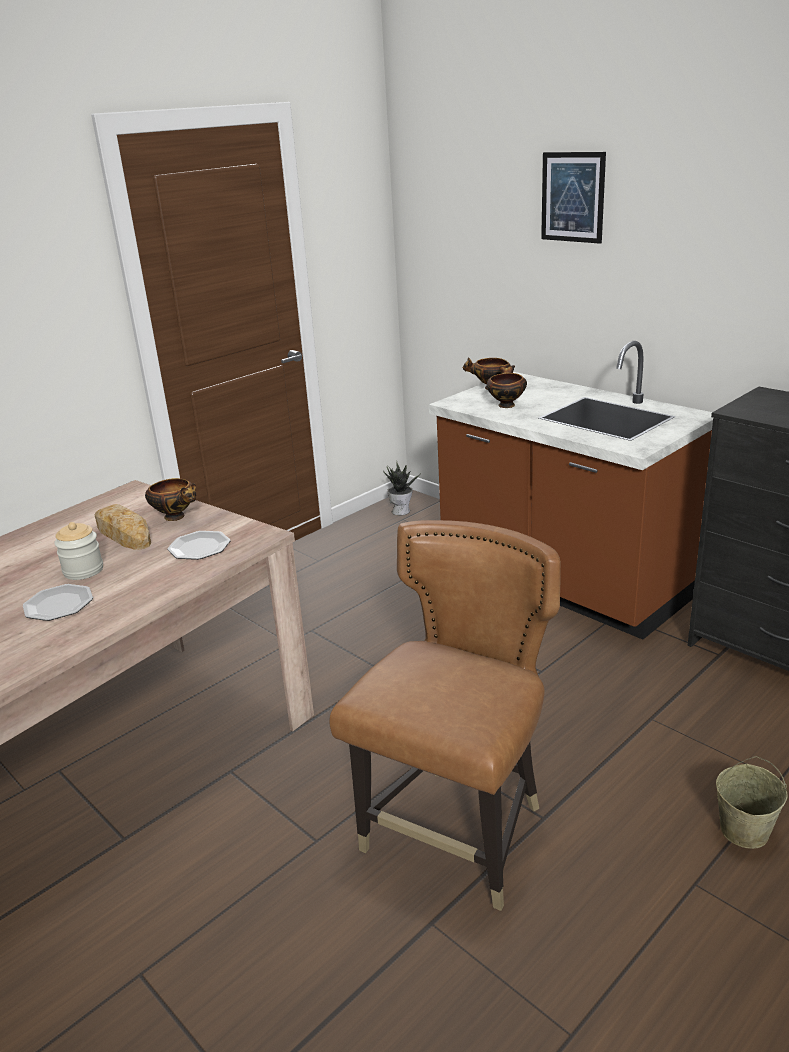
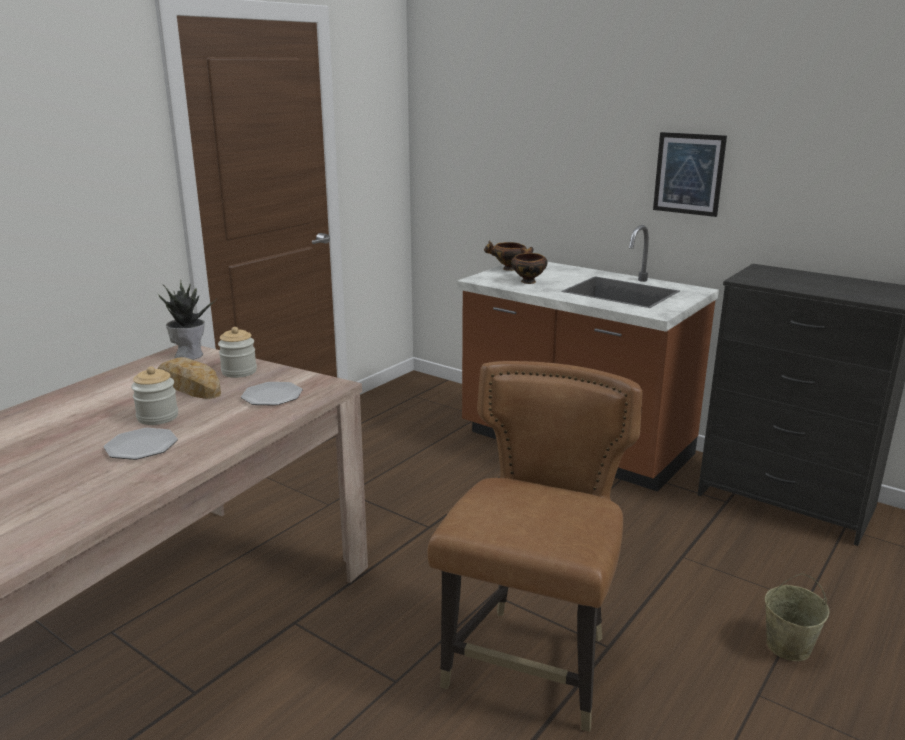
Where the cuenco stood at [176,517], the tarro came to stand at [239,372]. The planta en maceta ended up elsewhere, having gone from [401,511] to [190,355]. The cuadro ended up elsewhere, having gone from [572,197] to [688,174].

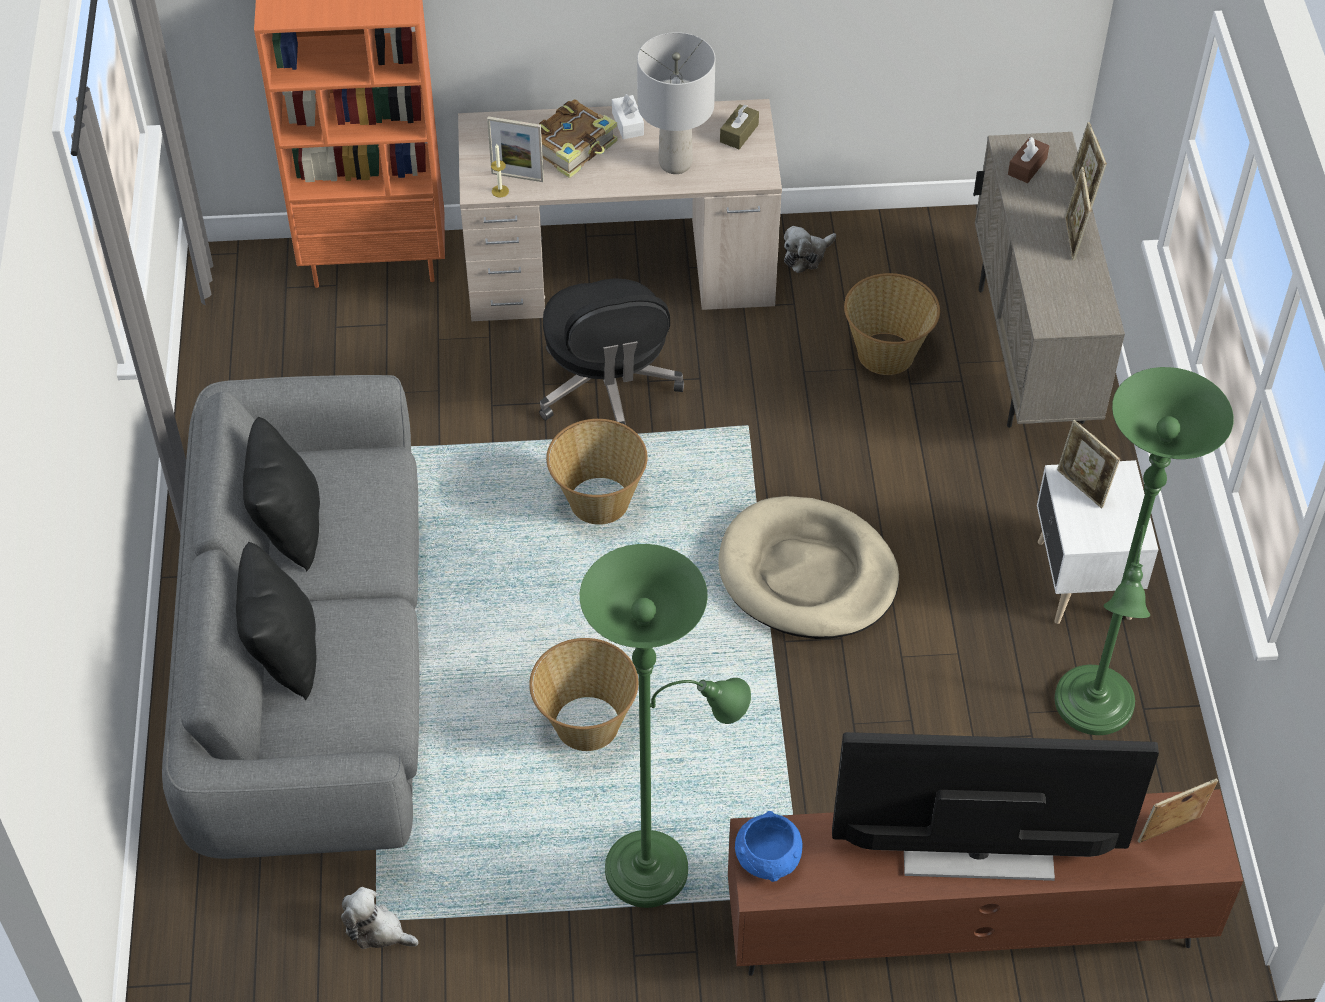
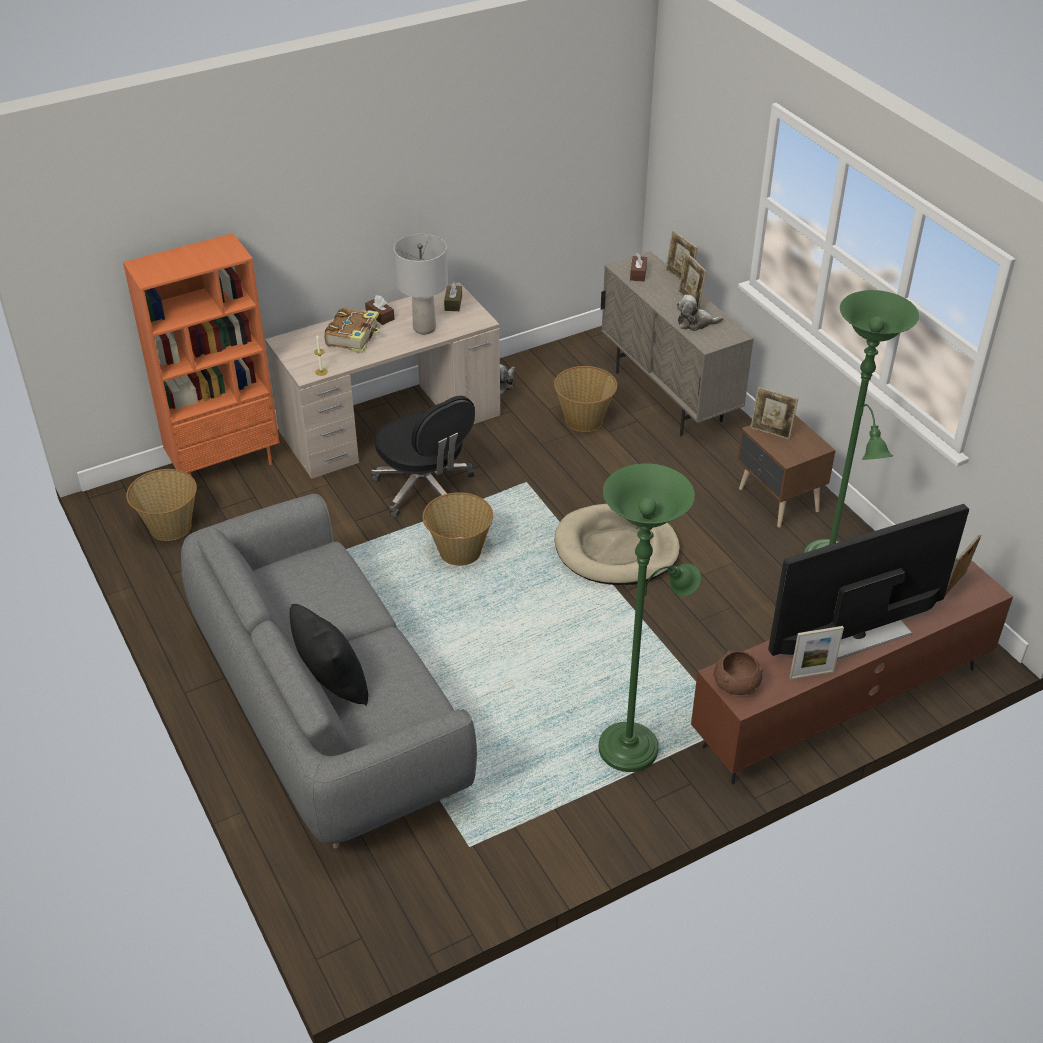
The second view lost the cojín (negro) at [288,526]. The peluche ended up elsewhere, having gone from [377,930] to [695,323]. The portarretratos ended up elsewhere, having gone from [517,177] to [811,674]. The cesta ended up elsewhere, having gone from [585,724] to [169,527]. What was the caja de pañuelos (blanco) at [628,124] turned into the caja de pañuelos (marrón) at [380,316]. What was the cuenco (azul) at [768,858] turned into the cuenco (marrón) at [736,684]. What was the mesita de noche (blanco) at [1081,581] turned into the mesita de noche (marrón) at [778,501].

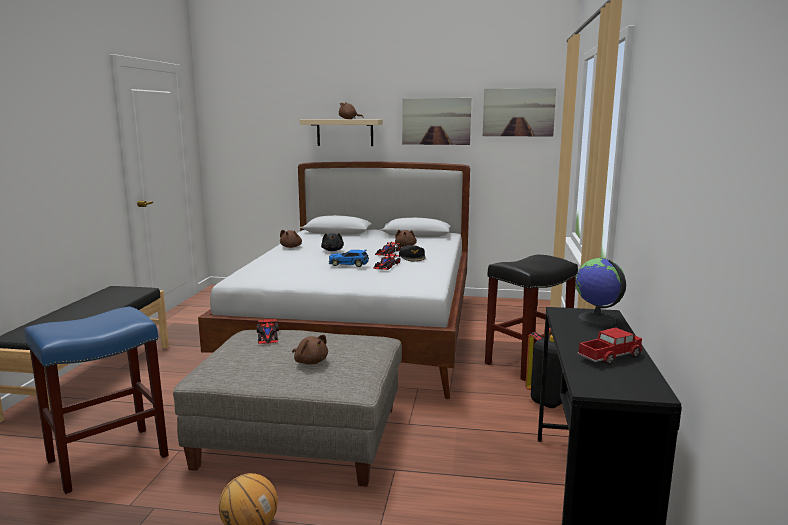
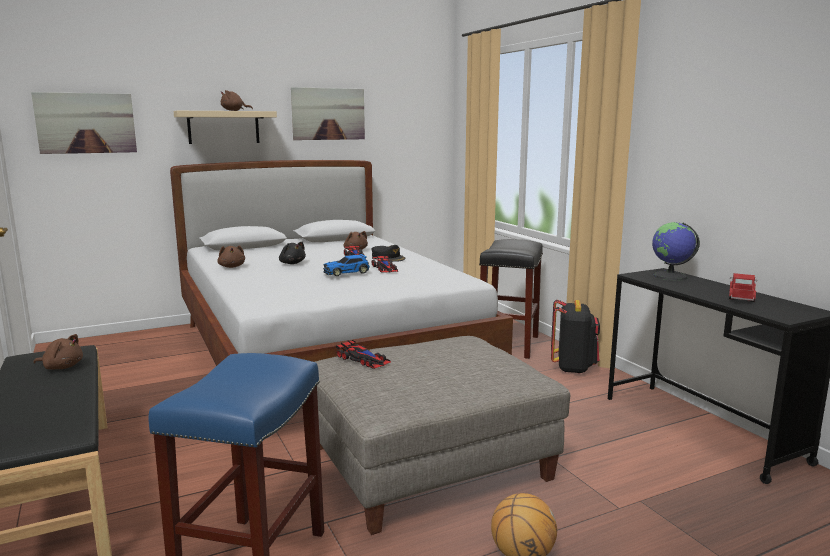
The peluche (marrón) ended up elsewhere, having gone from [310,362] to [62,367]. The cuadro ended up elsewhere, having gone from [518,112] to [86,123].

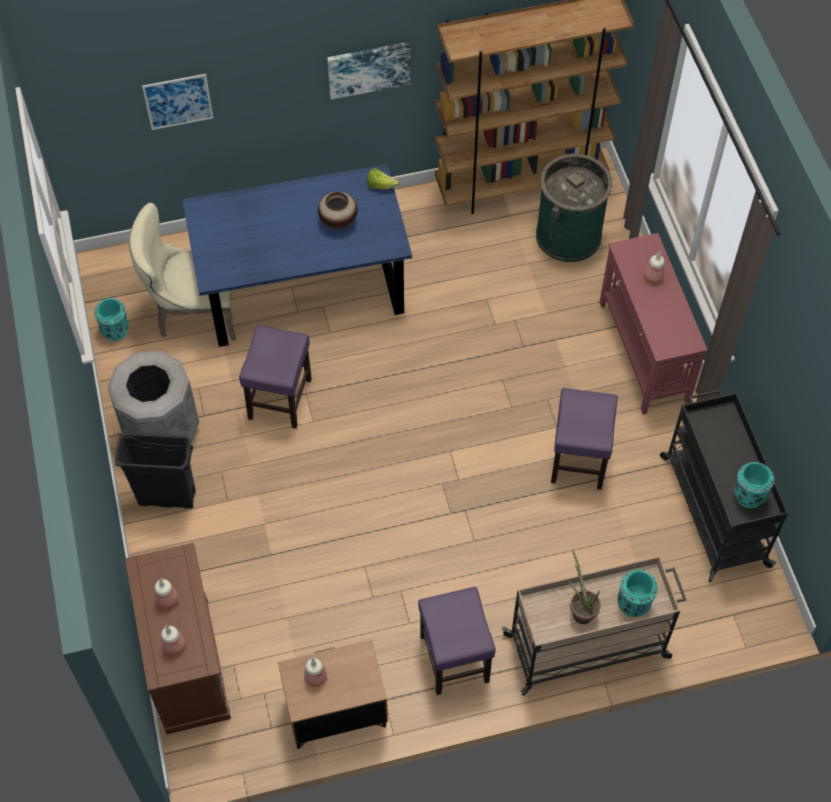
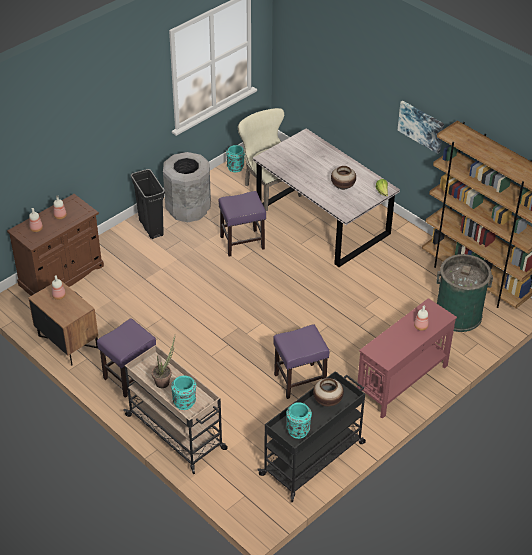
The second view lost the cuadro at [178,101]. What was the mesa de comedor (azul) at [302,283] turned into the mesa de comedor (gris) at [323,220]. The second view gained the florero at [327,401].

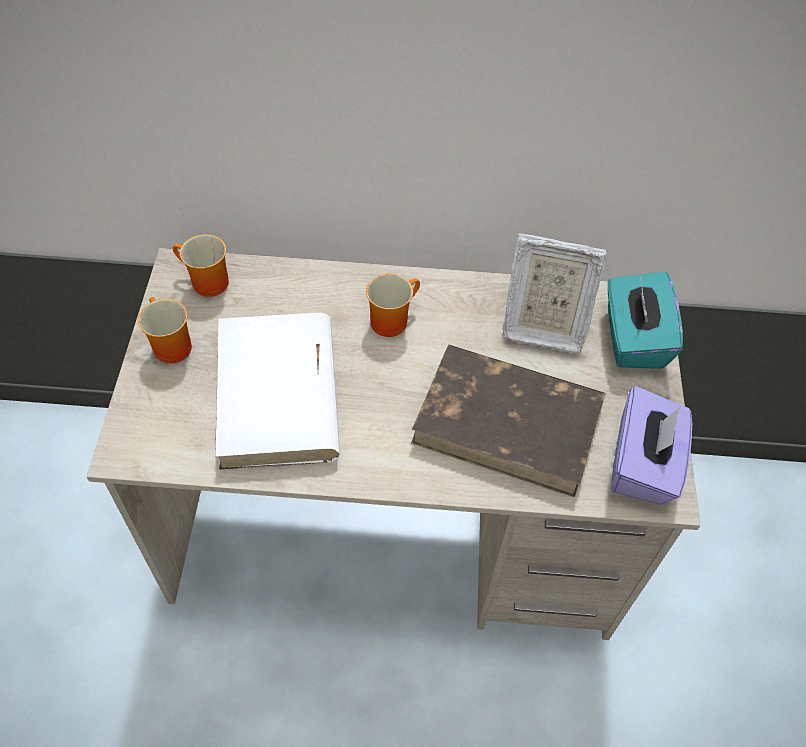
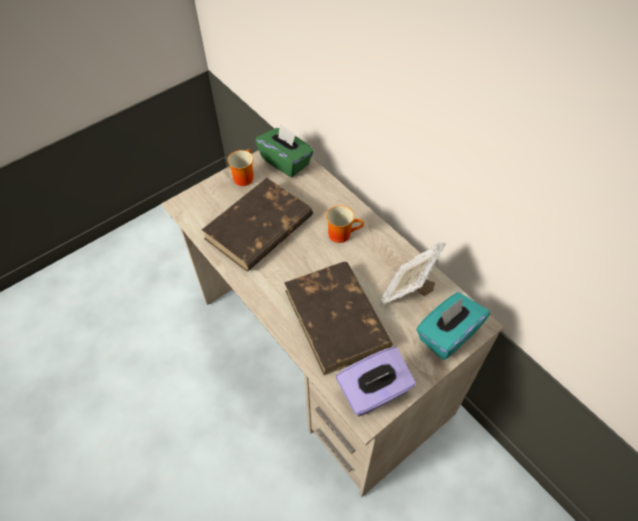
Where the taza grande stood at [205,283], the caja de pañuelos (verde) came to stand at [286,161]. What was the libro (blanco) at [278,396] turned into the libro (marrón) at [258,228]. The portarretratos at [542,326] ended up facing another way, 60 degrees clockwise from before.

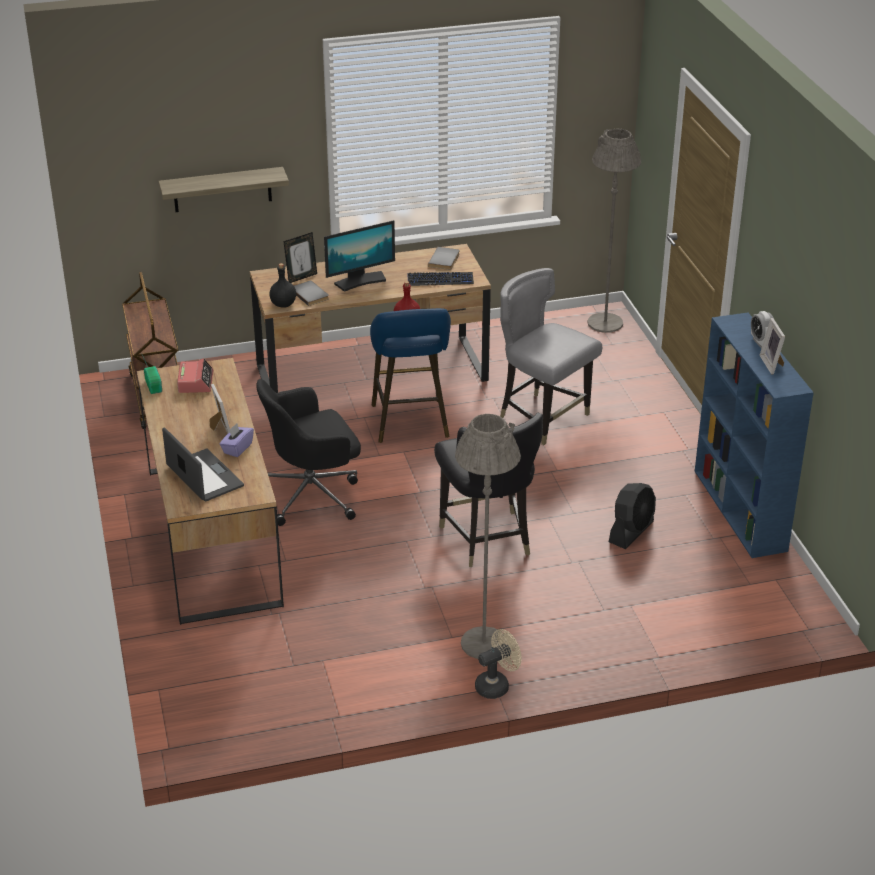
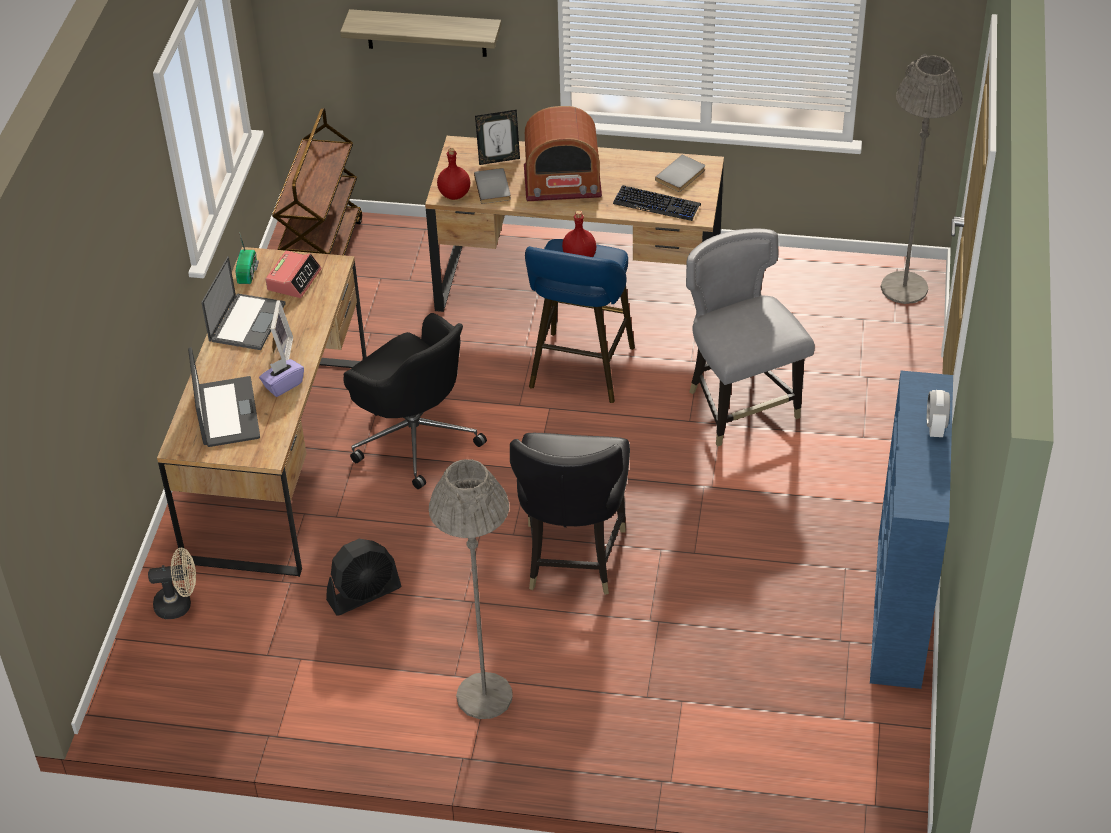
The silla de oficina (negro) at [312,494] ended up facing another way, 135 degrees counterclockwise from before. What was the botella (negro) at [283,304] turned into the botella (rojo) at [454,195]. Where the monitor stood at [360,281], the radio came to stand at [562,182]. The ventilador (beis) ended up elsewhere, having gone from [496,685] to [179,604]. The ventilador (negro) ended up elsewhere, having gone from [631,532] to [364,594]. The second view lost the portarretratos at [773,364]. The second view gained the portátil at [247,321].

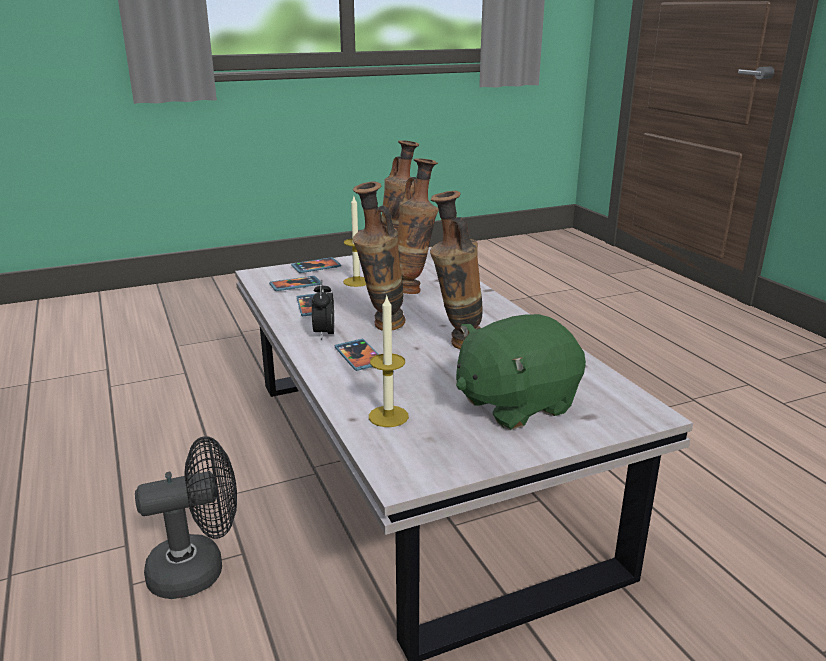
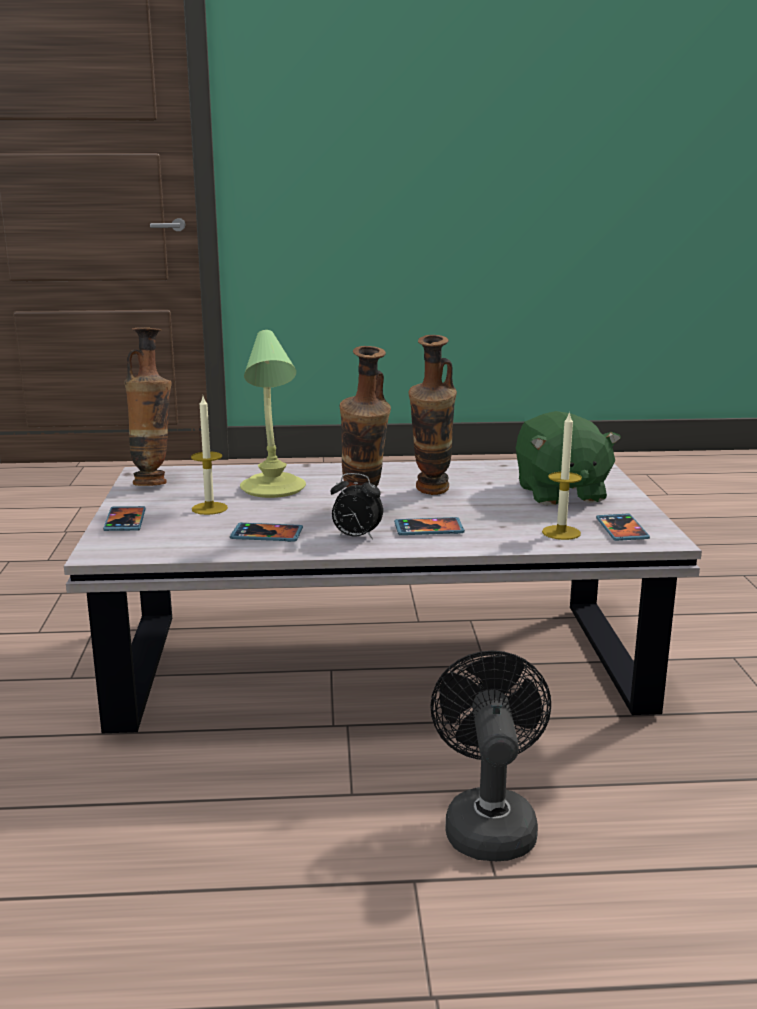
The móvil ended up elsewhere, having gone from [295,285] to [621,530]. Where the florero stood at [415,290], the lámpara de mesa came to stand at [272,489].

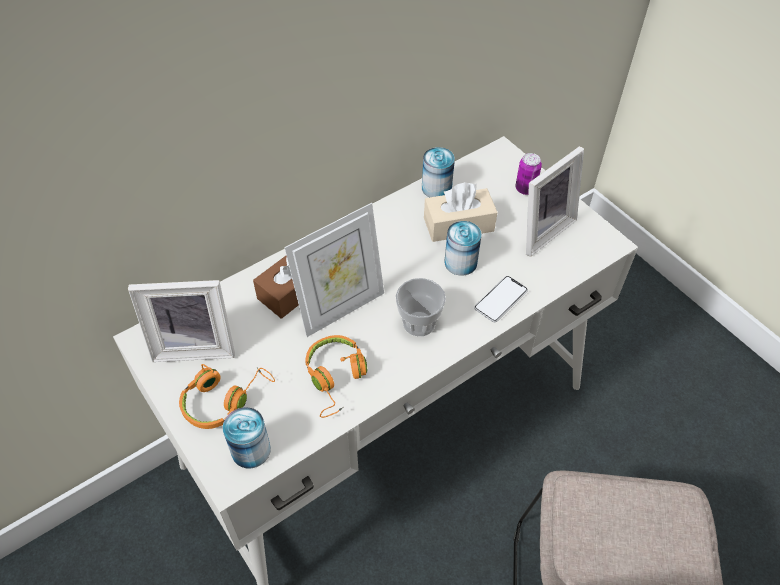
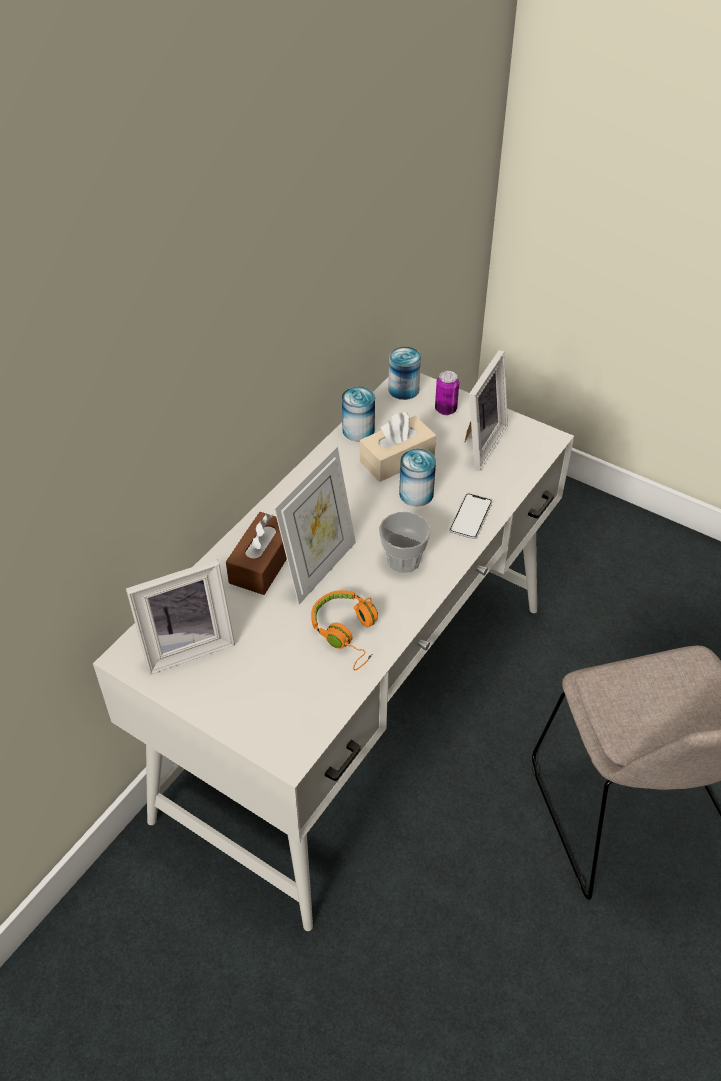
The second view lost the auriculares (naranja) at [224,399]. The lata ended up elsewhere, having gone from [251,450] to [403,389].

